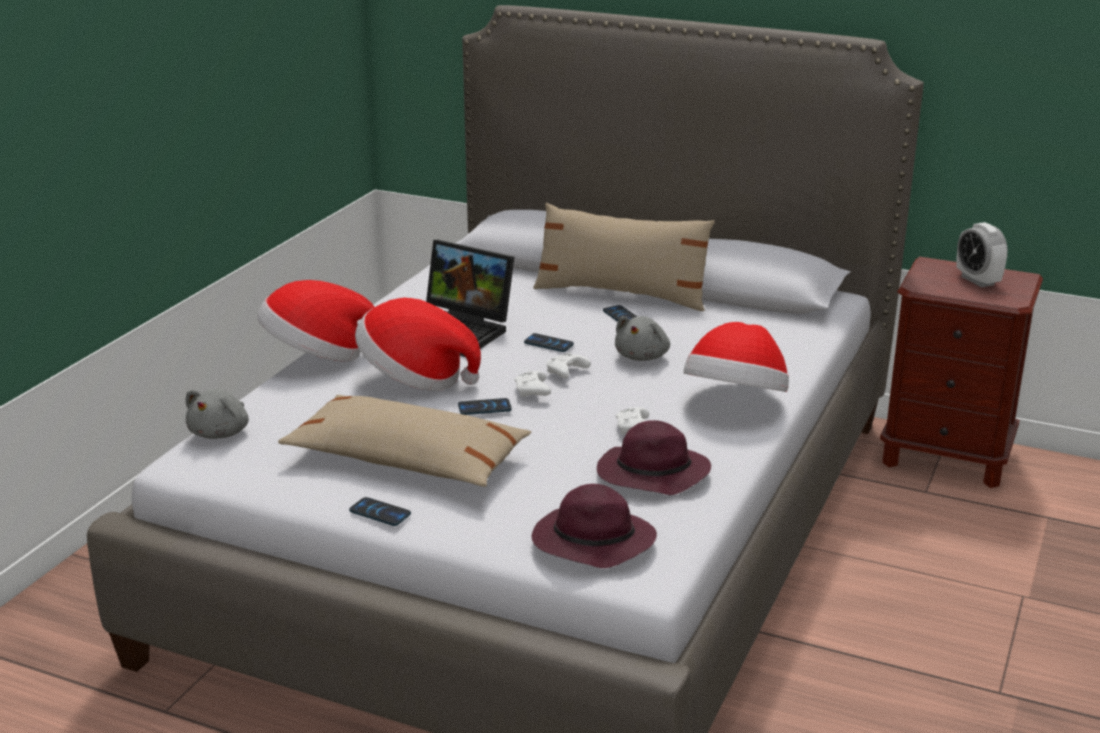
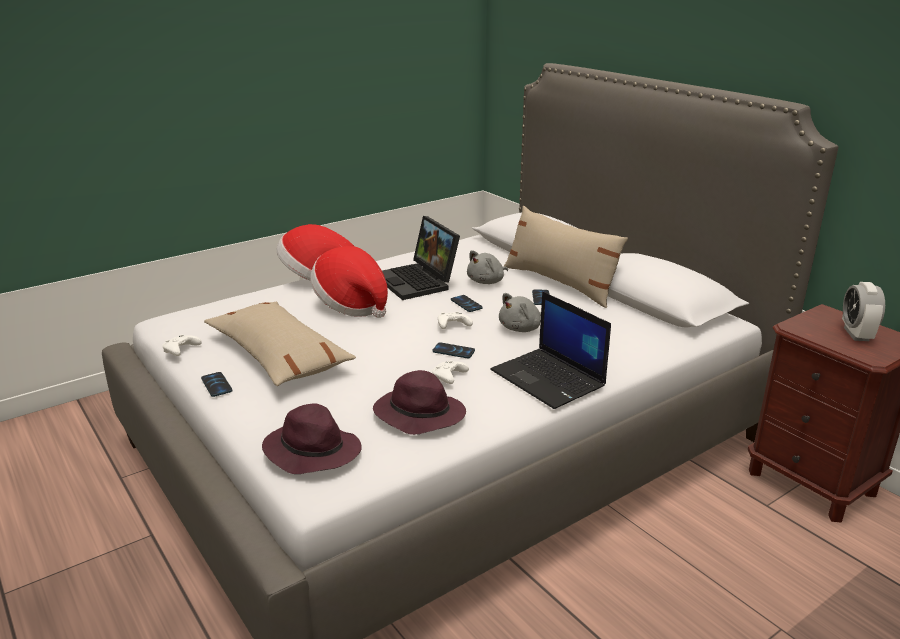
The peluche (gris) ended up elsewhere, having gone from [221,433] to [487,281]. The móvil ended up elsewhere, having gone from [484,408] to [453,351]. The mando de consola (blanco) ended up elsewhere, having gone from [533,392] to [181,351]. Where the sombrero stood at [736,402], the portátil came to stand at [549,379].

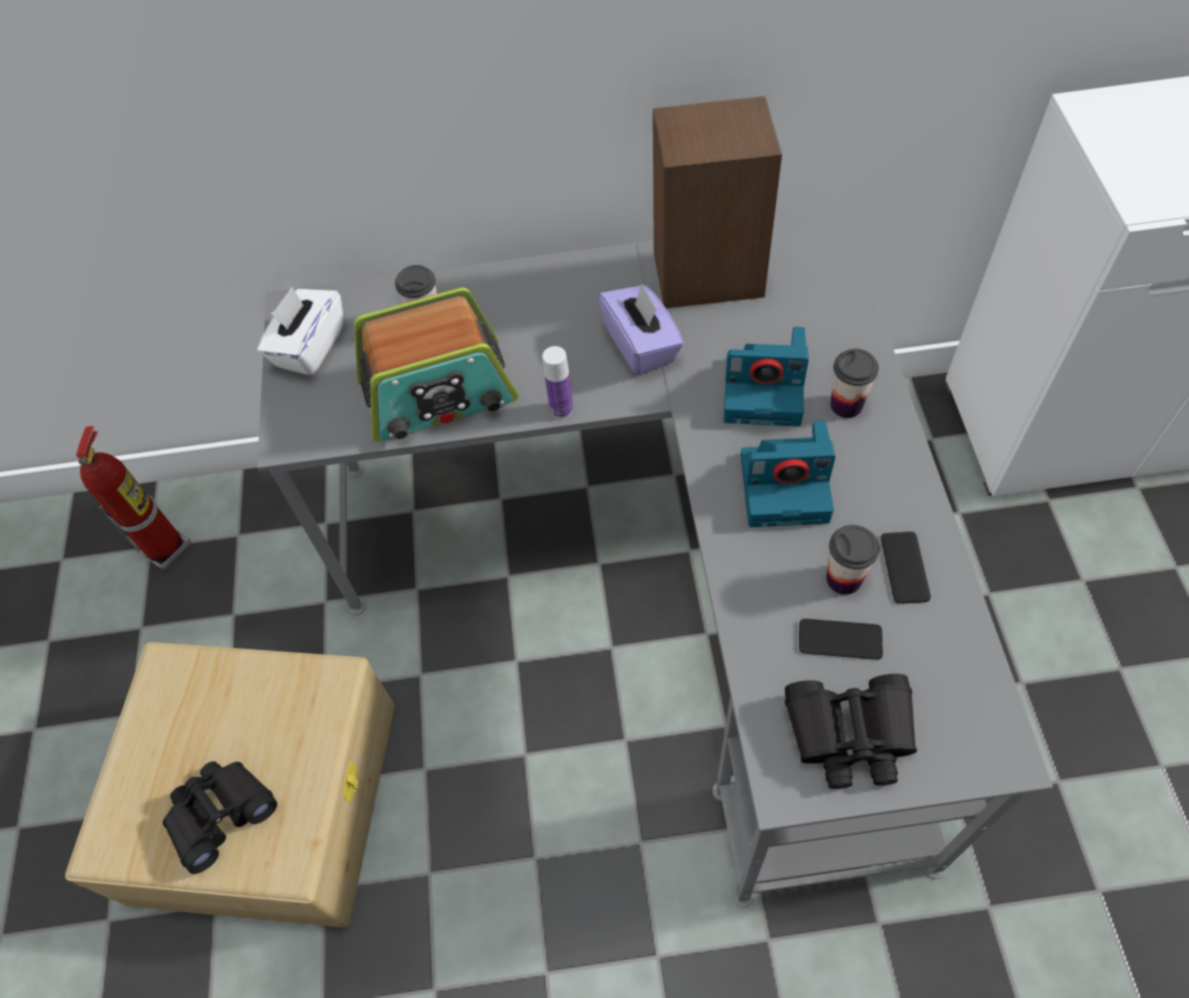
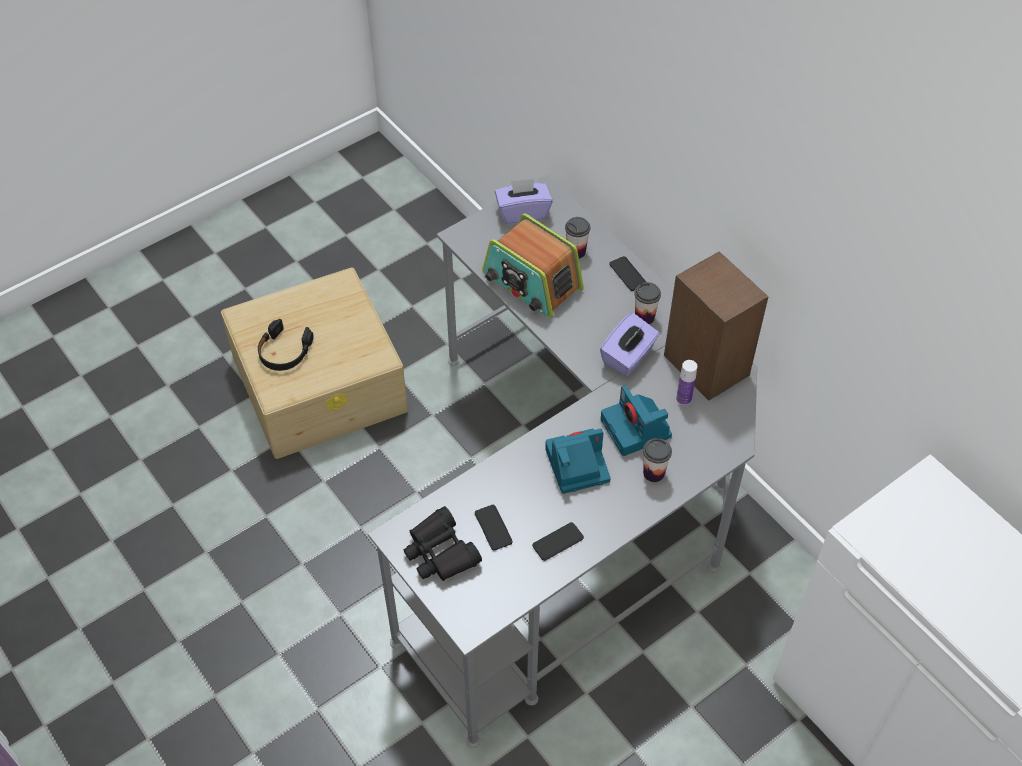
The second view lost the extintor at [166,547]. Where the prismáticos (negro) stood at [220,814], the auriculares (negro) came to stand at [284,351]. What was the caja de pañuelos (blanco) at [309,347] turned into the caja de pañuelos (morado) at [523,212]. The botella ended up elsewhere, having gone from [561,409] to [683,399]. The cámara at [786,486] ended up facing another way, 105 degrees clockwise from before. The taza ended up elsewhere, having gone from [843,579] to [644,317]. The second view gained the móvil at [627,274].

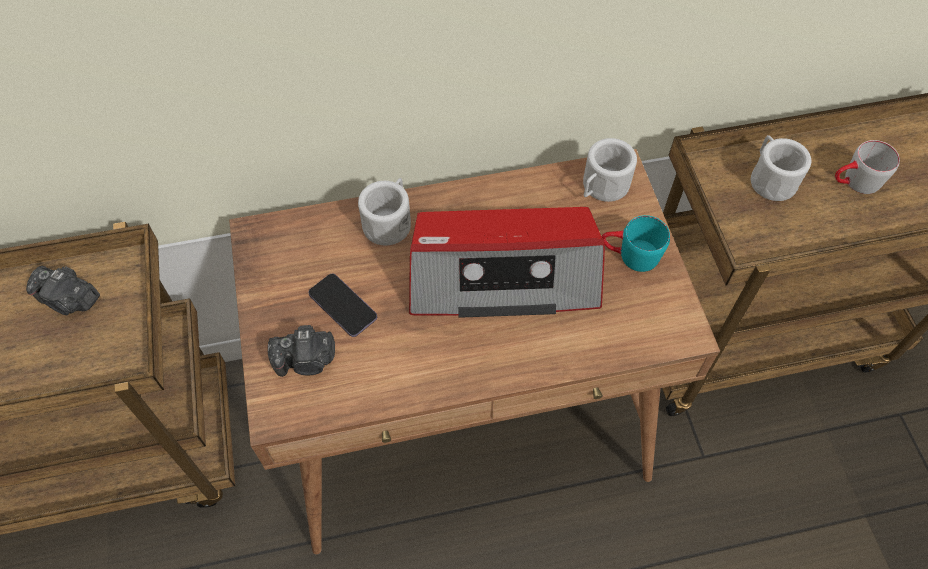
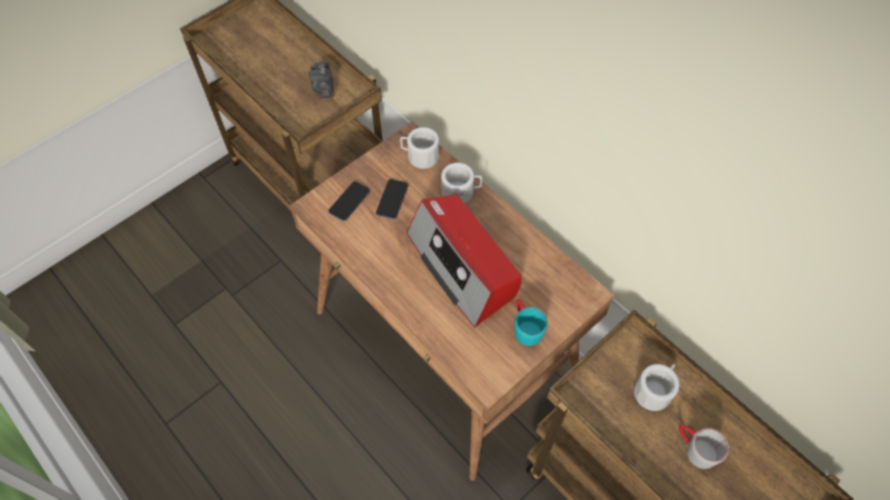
Where the cámara stood at [306,361], the móvil came to stand at [349,202]. The taza grande (blanco) ended up elsewhere, having gone from [602,187] to [419,156].

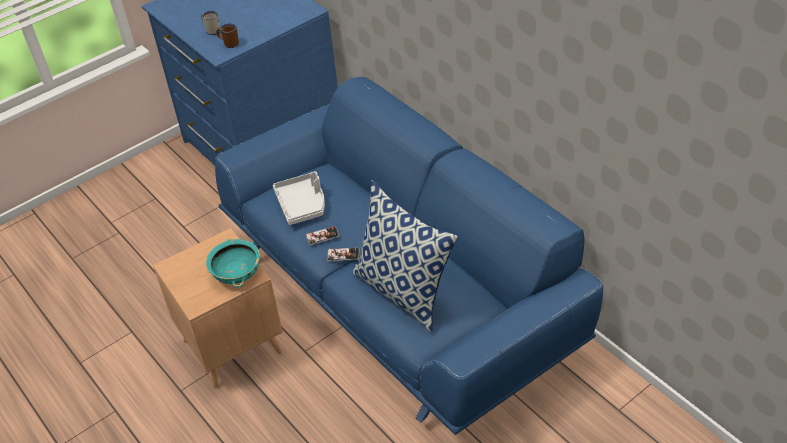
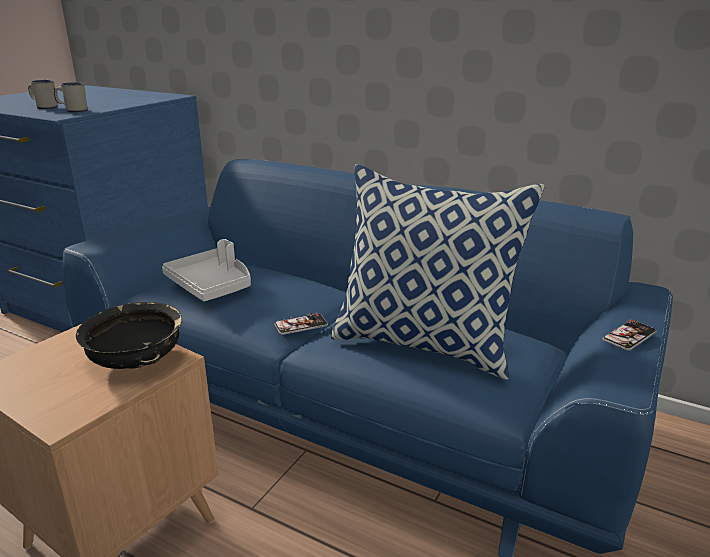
What was the cuenco (turquesa) at [237,273] turned into the cuenco (negro) at [136,360]. What was the taza grande (marrón) at [229,43] turned into the taza grande (blanco) at [73,111]. The móvil ended up elsewhere, having gone from [322,236] to [629,336].

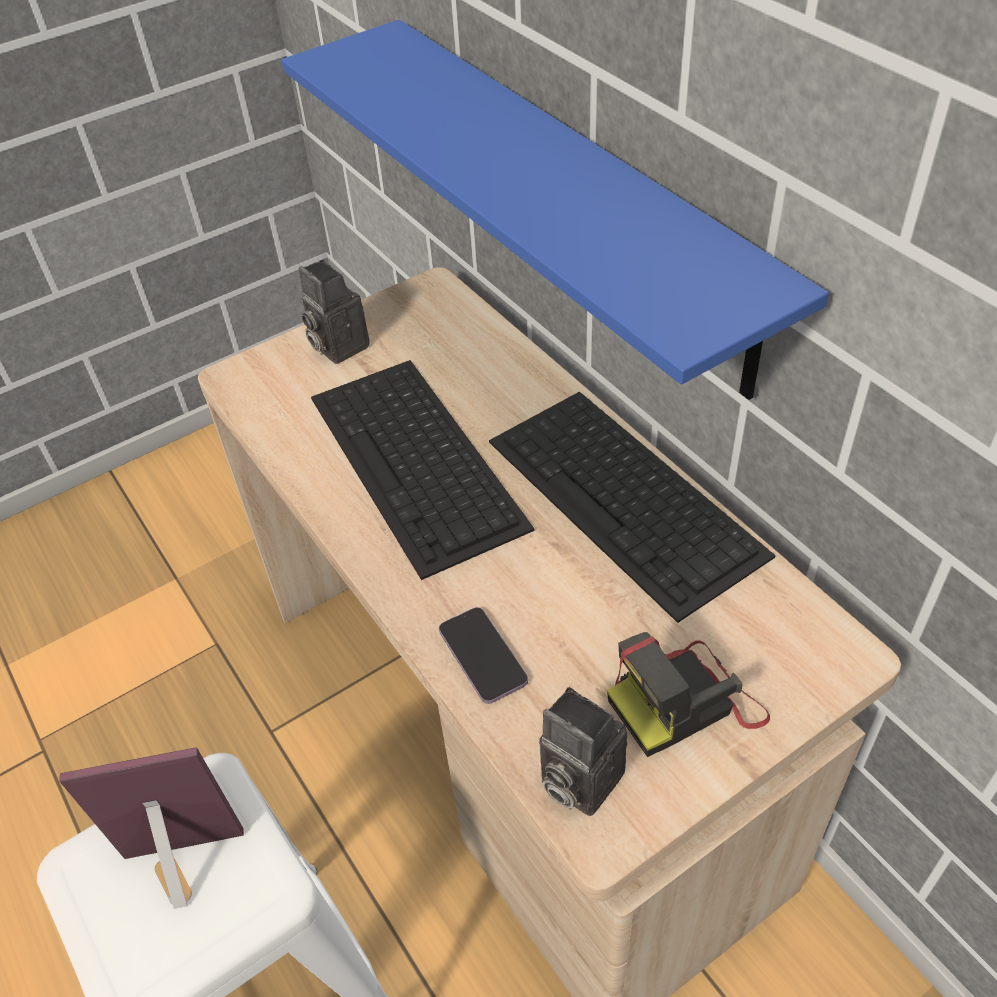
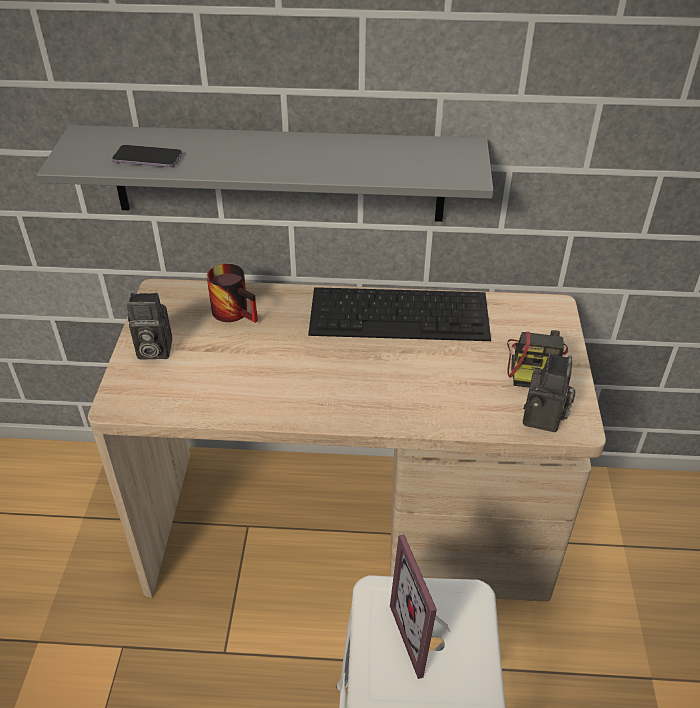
The portarretratos at [184,873] ended up facing another way, 45 degrees counterclockwise from before. What was the estante (azul) at [574,199] turned into the estante (gris) at [278,174]. The second view lost the teclado at [417,461]. The móvil ended up elsewhere, having gone from [482,656] to [147,158]. The cámara at [576,779] ended up facing another way, 60 degrees counterclockwise from before. The second view gained the taza grande at [237,311].

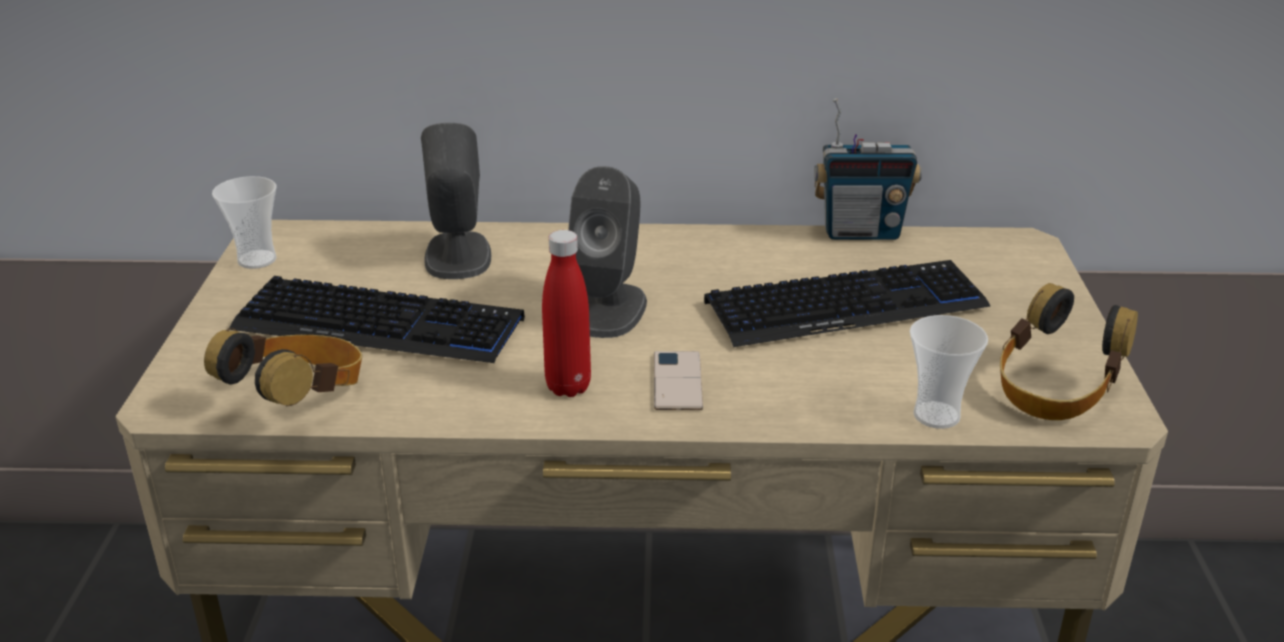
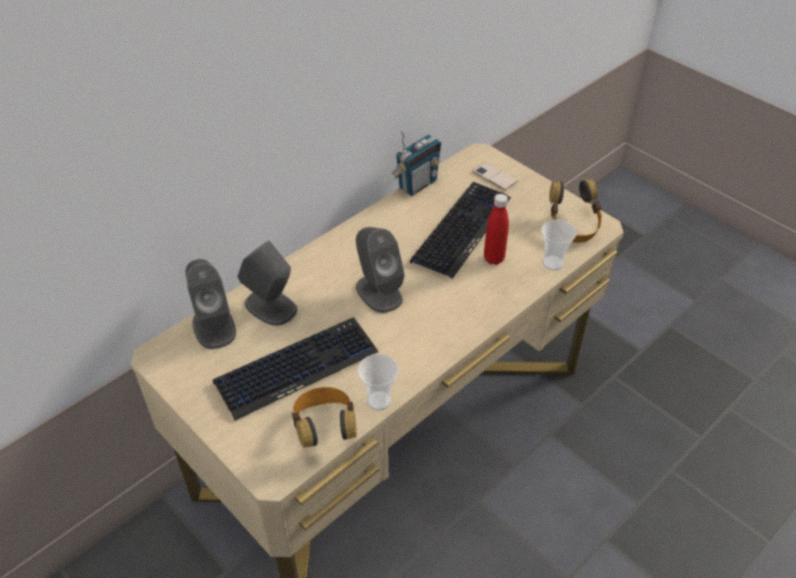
The taza ended up elsewhere, having gone from [257,260] to [379,400]. The botella (rojo) ended up elsewhere, having gone from [568,387] to [493,259]. The móvil ended up elsewhere, having gone from [677,381] to [494,177]. The second view gained the altavoz (gris) at [214,326].

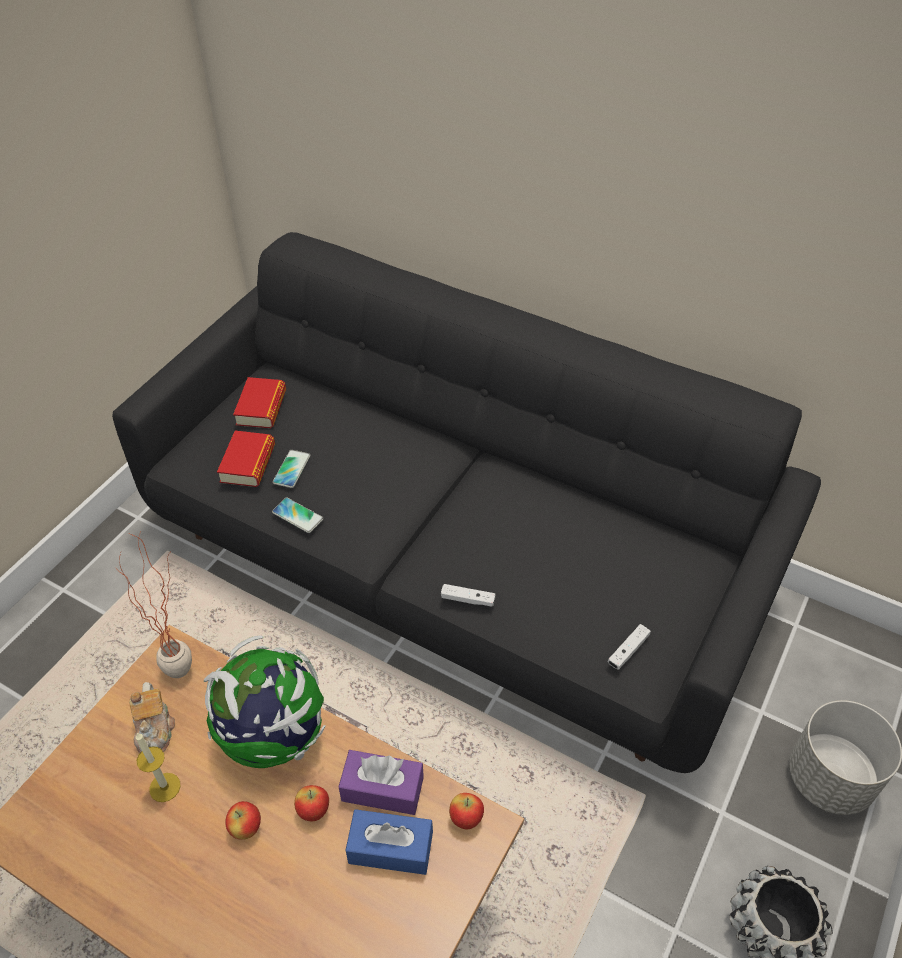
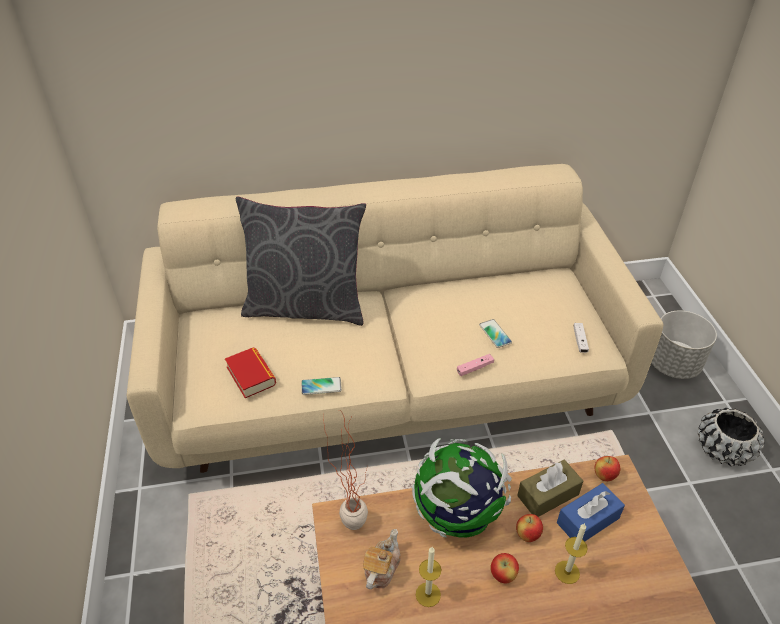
What was the sofá (negro) at [453,565] turned into the sofá (beis) at [390,382]. The tetera at [155,730] ended up facing another way, 105 degrees counterclockwise from before. The second view lost the libro at [261,408]. The móvil ended up elsewhere, having gone from [291,469] to [495,334]. What was the caja de pañuelos (morado) at [382,789] turned into the caja de pañuelos (marrón) at [548,495]. What was the mando de consola (blanco) at [467,599] turned into the mando de consola (rosa) at [475,368]. The second view gained the cojín (gris) at [306,307]. The second view gained the vela at [567,572].

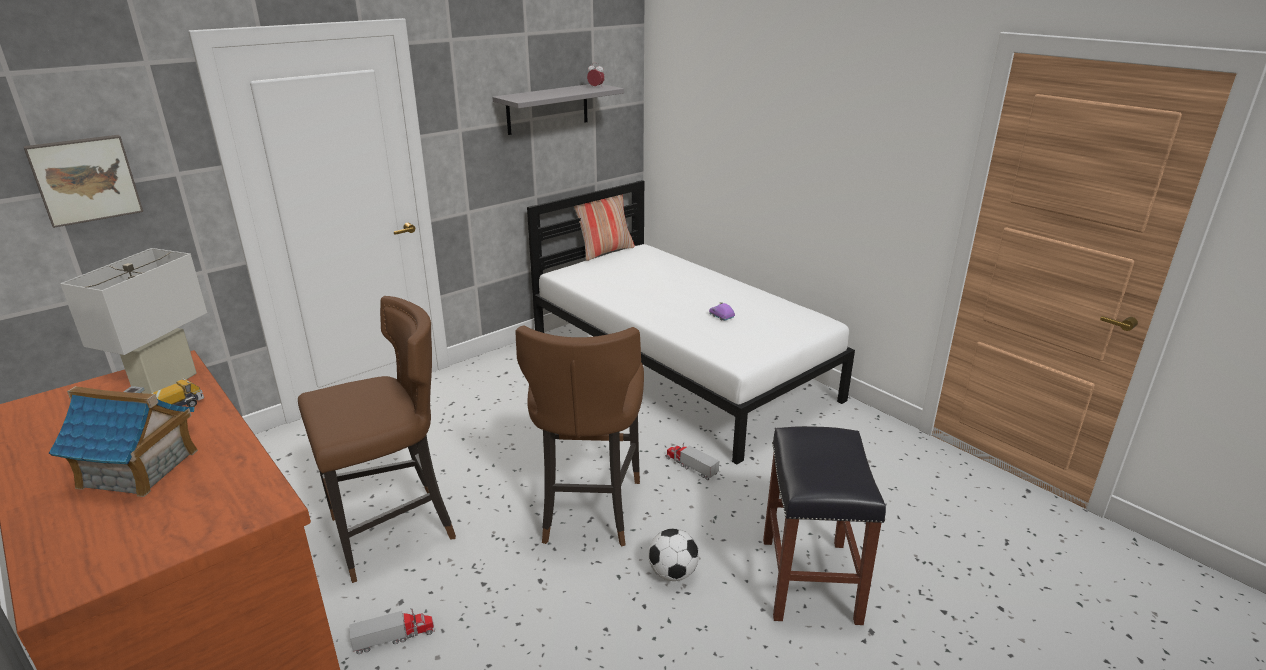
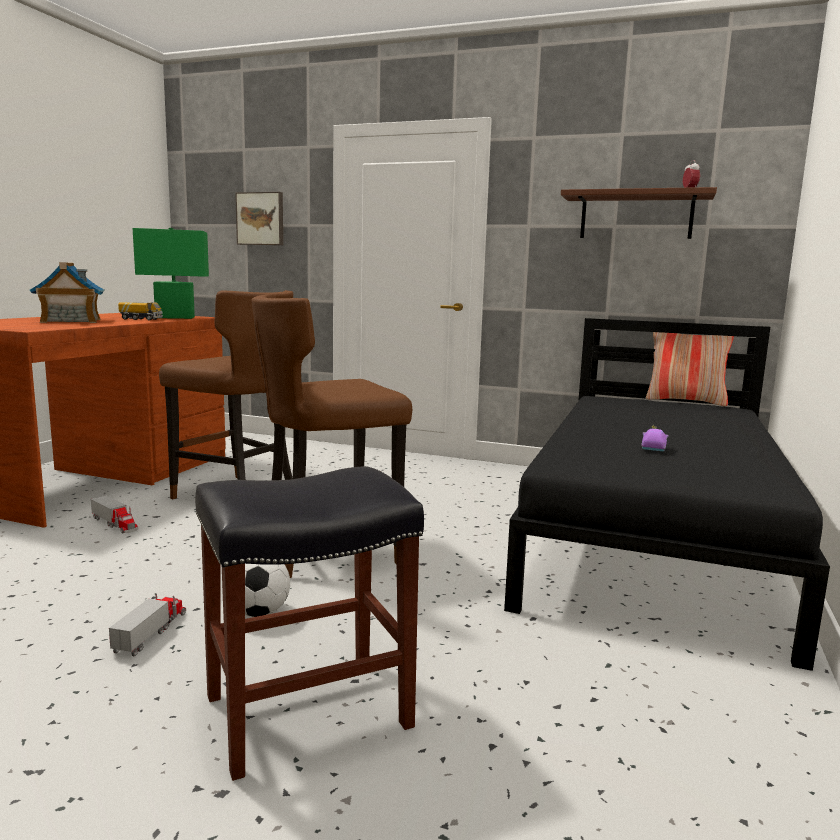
What was the lámpara de mesa (blanco) at [166,383] turned into the lámpara de mesa (verde) at [175,317]. What was the estante (gris) at [547,109] turned into the estante (marrón) at [636,216]. What was the cama (blanco) at [680,367] turned into the cama (negro) at [654,539]. The camión de juguete ended up elsewhere, having gone from [690,466] to [152,632].

